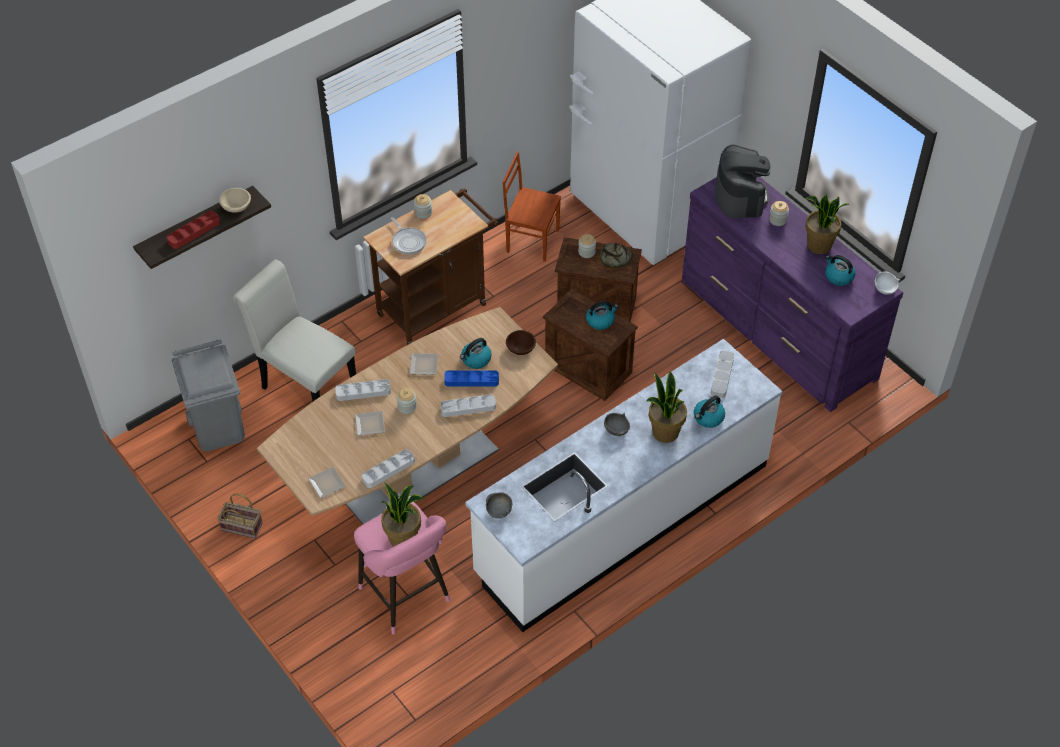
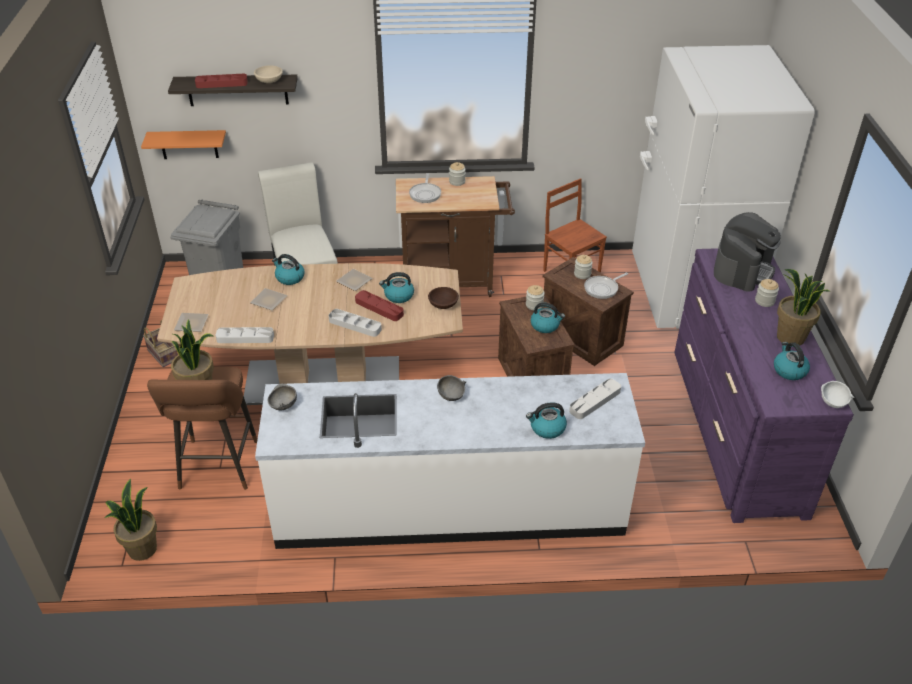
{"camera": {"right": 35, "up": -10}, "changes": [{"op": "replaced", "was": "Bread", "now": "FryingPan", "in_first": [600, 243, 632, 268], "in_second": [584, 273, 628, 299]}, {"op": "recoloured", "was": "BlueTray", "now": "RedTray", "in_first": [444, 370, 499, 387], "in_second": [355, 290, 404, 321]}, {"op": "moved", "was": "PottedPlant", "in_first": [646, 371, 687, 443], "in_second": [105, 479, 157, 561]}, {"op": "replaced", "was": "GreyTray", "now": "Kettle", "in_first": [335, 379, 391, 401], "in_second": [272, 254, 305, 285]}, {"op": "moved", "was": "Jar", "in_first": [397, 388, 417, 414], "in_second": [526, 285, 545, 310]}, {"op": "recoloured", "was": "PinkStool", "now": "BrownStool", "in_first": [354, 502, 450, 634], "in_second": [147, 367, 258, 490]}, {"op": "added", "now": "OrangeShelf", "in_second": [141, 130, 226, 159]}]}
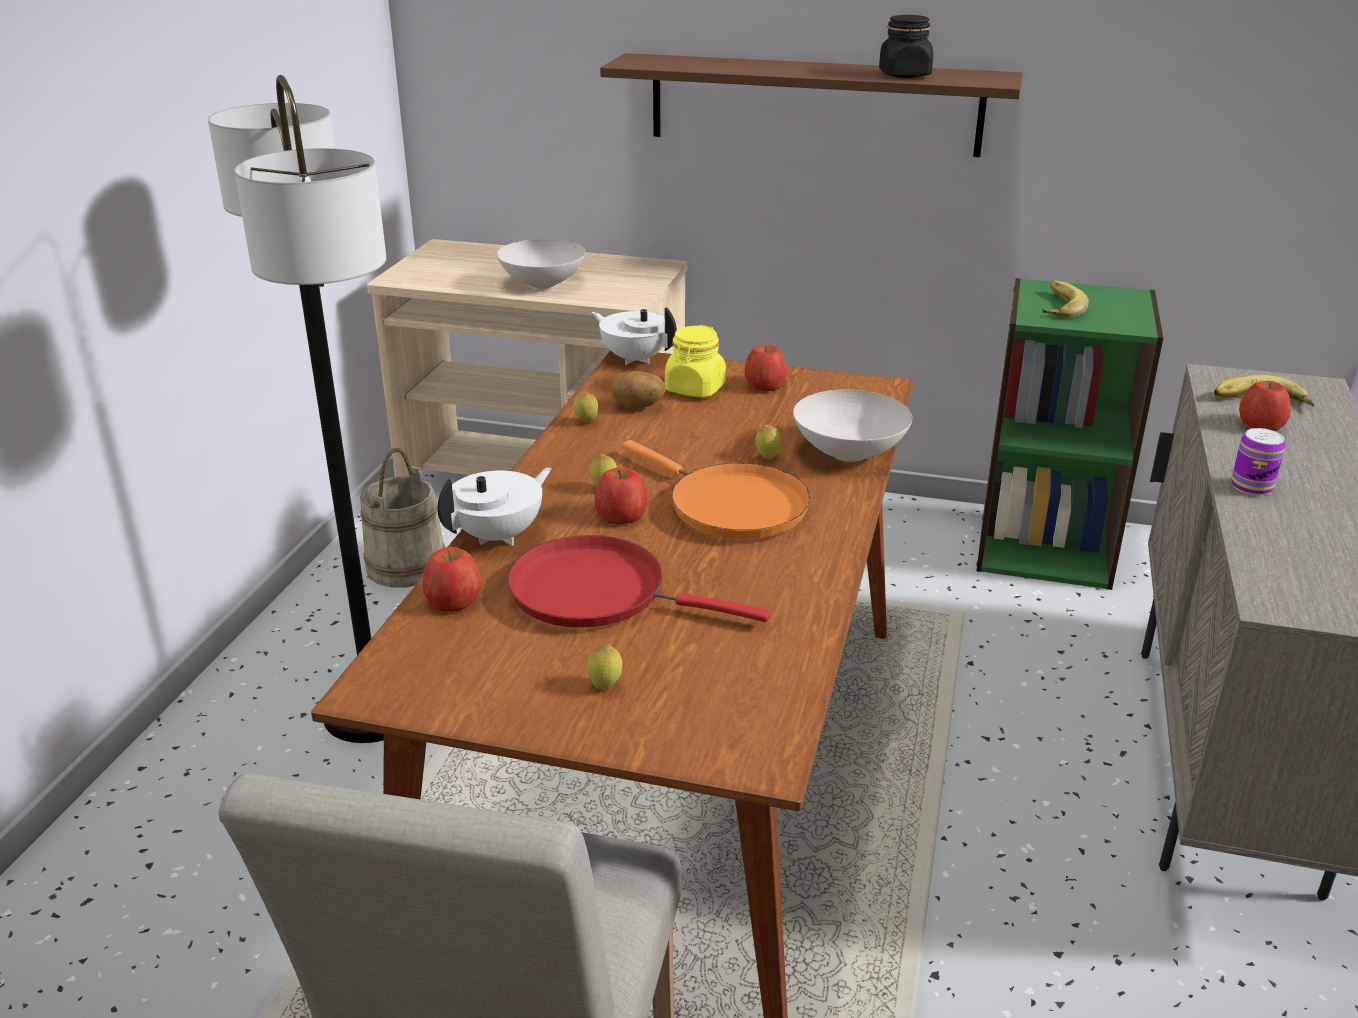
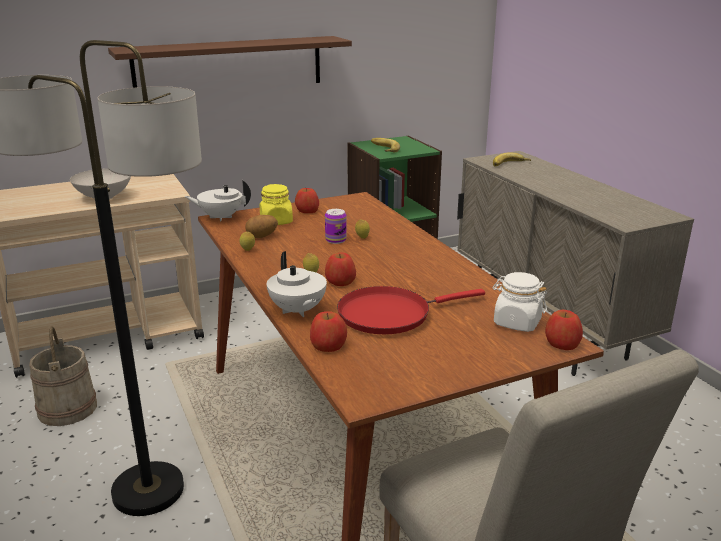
{"camera": {"right": -40, "up": -5}, "changes": [{"op": "removed", "was": "BlackJar", "in_first": [879, 15, 933, 78]}, {"op": "moved", "was": "Apple", "in_first": [1239, 381, 1291, 431], "in_second": [545, 310, 583, 350]}, {"op": "removed", "was": "WhiteBowl", "in_first": [793, 390, 912, 462]}, {"op": "moved", "was": "Can", "in_first": [1232, 428, 1285, 496], "in_second": [325, 209, 347, 244]}, {"op": "removed", "was": "OrangeFryingPan", "in_first": [622, 440, 810, 539]}, {"op": "turned", "was": "WhiteTeapot", "in_first": [437, 467, 552, 546], "in_second": [267, 251, 327, 317], "clockwise": 150}, {"op": "removed", "was": "Lemon", "in_first": [587, 644, 622, 689]}, {"op": "added", "now": "WhiteJar", "in_second": [492, 272, 547, 332]}]}
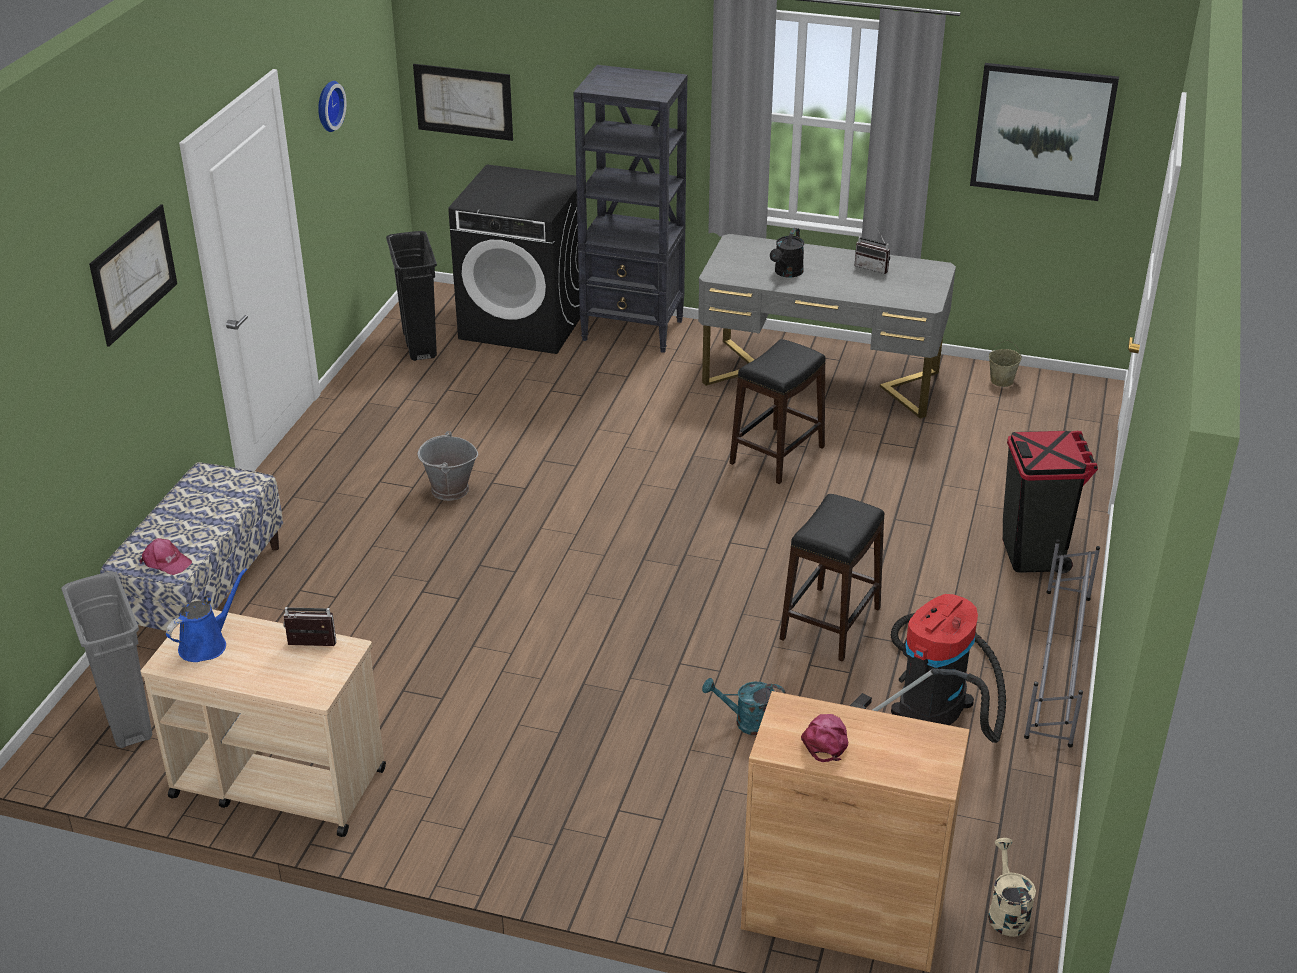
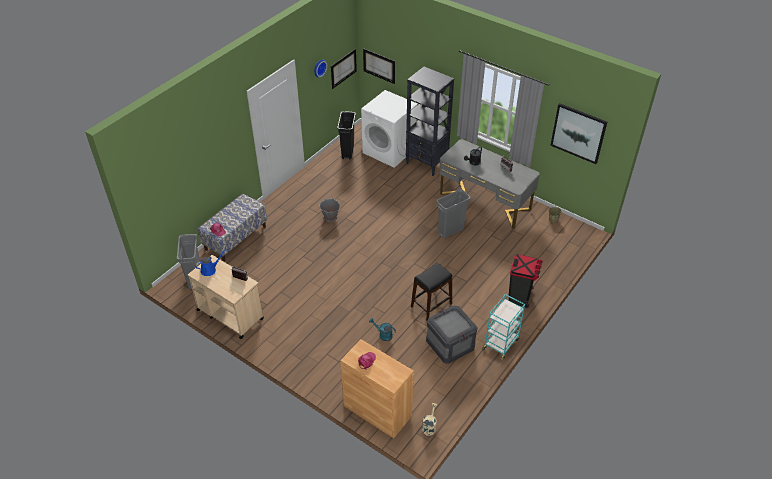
{"camera": {"right": 20, "up": 10}, "changes": [{"op": "recoloured", "was": "BlackWashingMachine", "now": "WhiteWashingMachine", "in_first": [448, 164, 580, 354], "in_second": [361, 90, 418, 168]}, {"op": "moved", "was": "Picture", "in_first": [89, 204, 177, 347], "in_second": [331, 49, 357, 89]}, {"op": "replaced", "was": "BlackStool", "now": "GreyTrashCan", "in_first": [730, 339, 826, 484], "in_second": [436, 189, 471, 239]}, {"op": "replaced", "was": "GreyShoeRack", "now": "TurquoiseCart", "in_first": [1024, 539, 1100, 748], "in_second": [482, 294, 525, 361]}, {"op": "replaced", "was": "VacuumCleaner", "now": "Crate", "in_first": [850, 594, 1006, 743], "in_second": [426, 305, 477, 364]}]}
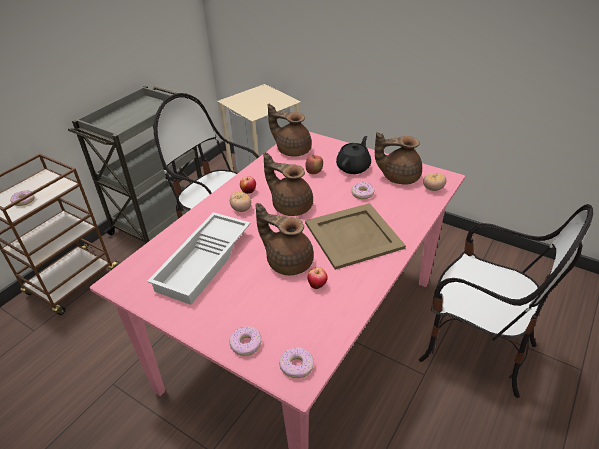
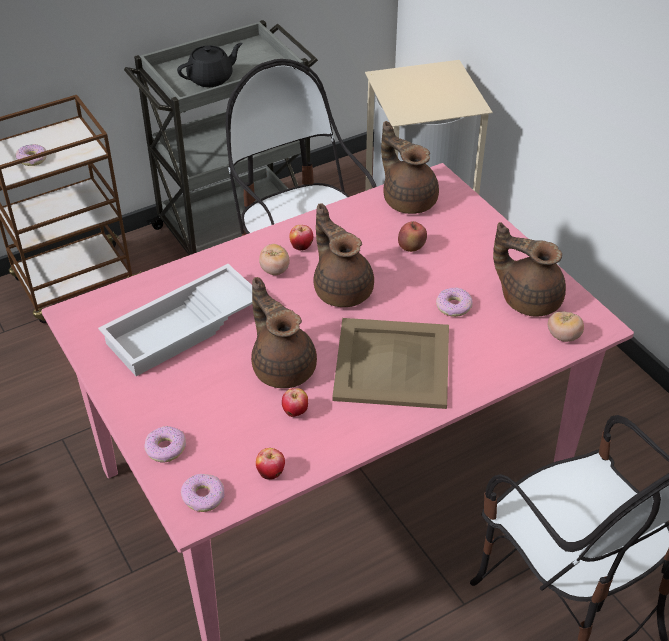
{"camera": {"right": 25, "up": 5}, "changes": [{"op": "moved", "was": "BlackTeapot", "in_first": [336, 136, 371, 174], "in_second": [177, 43, 243, 87]}, {"op": "added", "now": "Apple", "in_second": [256, 448, 285, 480]}]}
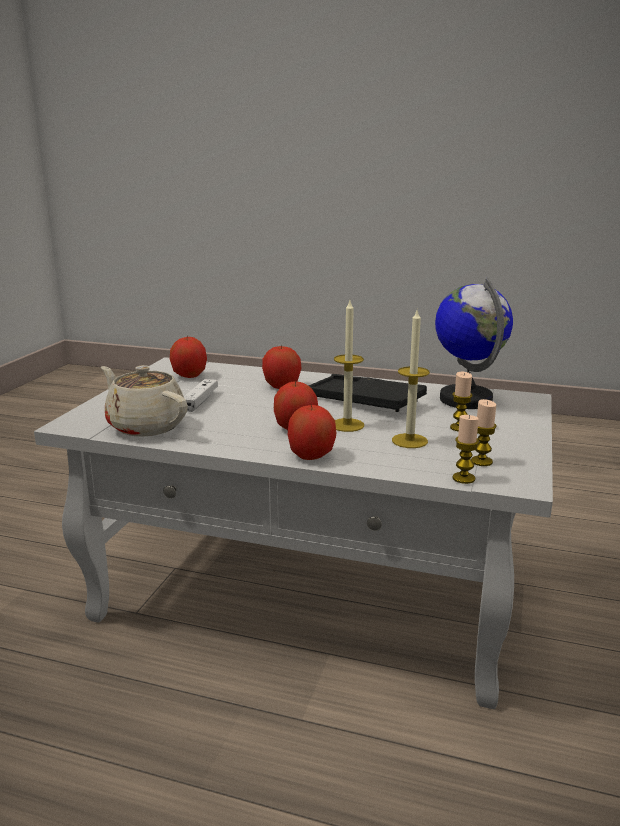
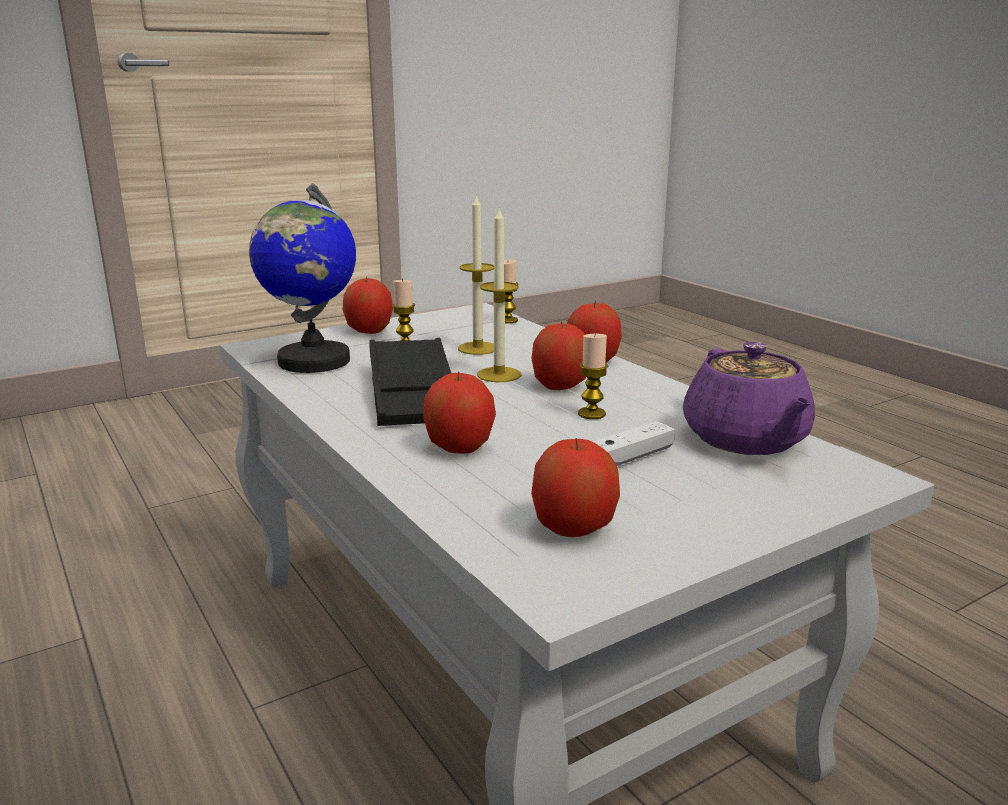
{"camera": {"right": -140, "up": 0}, "changes": [{"op": "recoloured", "was": "BeigeTeapot", "now": "PurpleTeapot", "in_first": [101, 365, 188, 437], "in_second": [683, 342, 815, 455]}, {"op": "moved", "was": "Candle", "in_first": [471, 399, 497, 466], "in_second": [578, 334, 608, 419]}, {"op": "added", "now": "Apple", "in_second": [343, 276, 393, 334]}]}
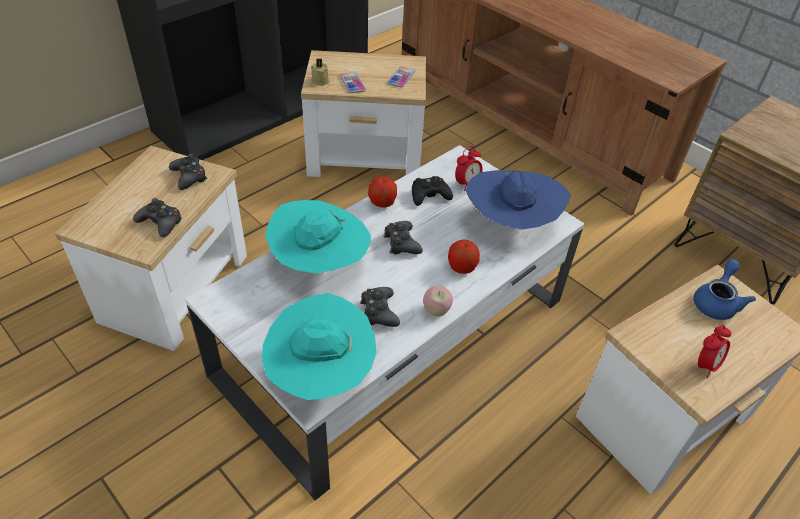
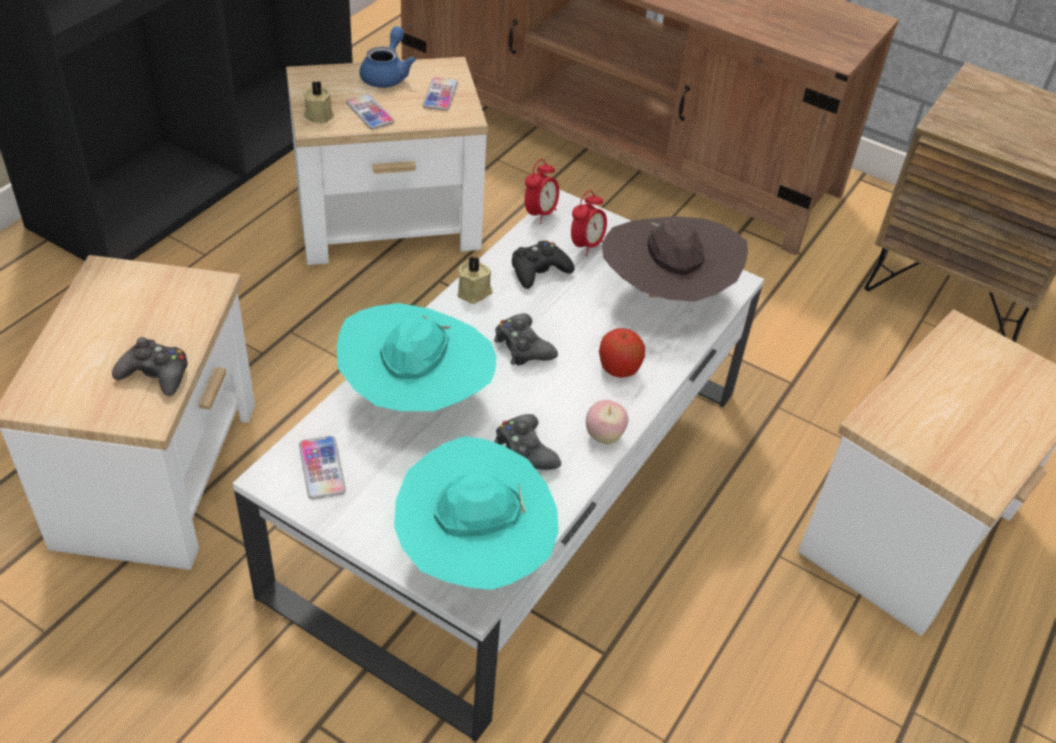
{"camera": {"right": -15, "up": 0}, "changes": [{"op": "removed", "was": "BlackGameController", "in_first": [169, 154, 207, 190]}, {"op": "recoloured", "was": "BlueHat", "now": "BrownHat", "in_first": [466, 170, 571, 230], "in_second": [602, 216, 748, 302]}, {"op": "replaced", "was": "Apple", "now": "BeigeCandle", "in_first": [368, 176, 397, 208], "in_second": [458, 256, 493, 304]}, {"op": "moved", "was": "BlueTeapot", "in_first": [694, 259, 756, 320], "in_second": [360, 26, 416, 88]}, {"op": "moved", "was": "AlarmClock", "in_first": [698, 324, 731, 378], "in_second": [525, 159, 559, 224]}, {"op": "added", "now": "Phone", "in_second": [299, 436, 346, 499]}]}
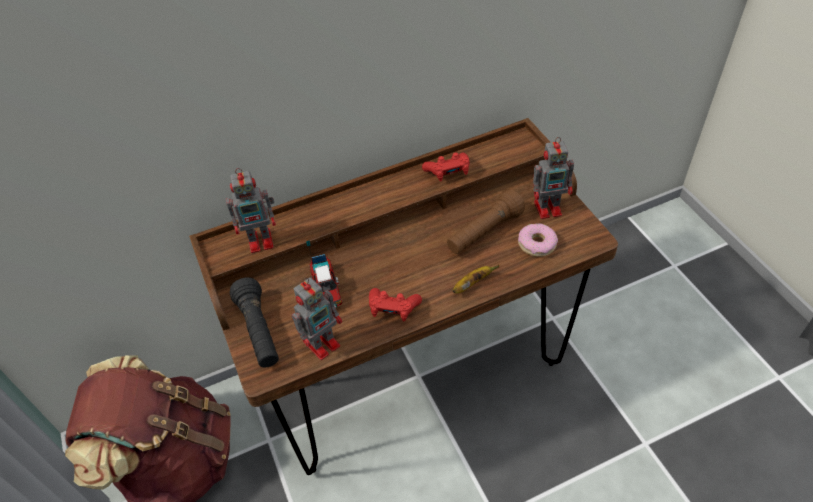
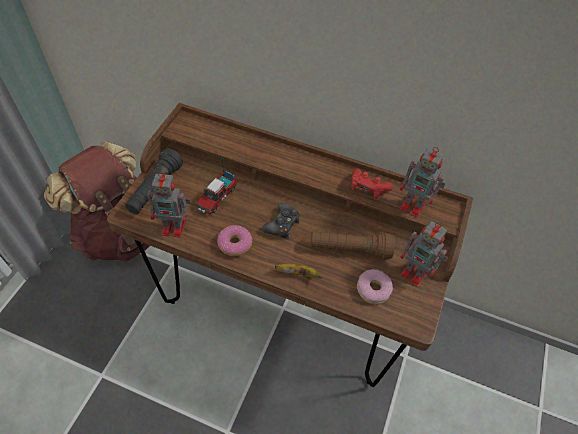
{"camera": {"right": 40, "up": 5}, "changes": [{"op": "moved", "was": "ToyRobot", "in_first": [226, 168, 276, 253], "in_second": [400, 147, 445, 217]}, {"op": "replaced", "was": "RedGameController", "now": "Donut", "in_first": [369, 288, 422, 322], "in_second": [217, 225, 252, 256]}, {"op": "added", "now": "BlackGameController", "in_second": [262, 203, 300, 238]}]}
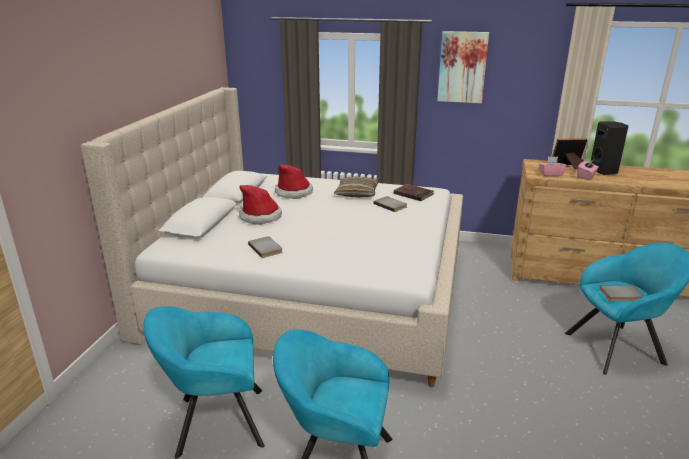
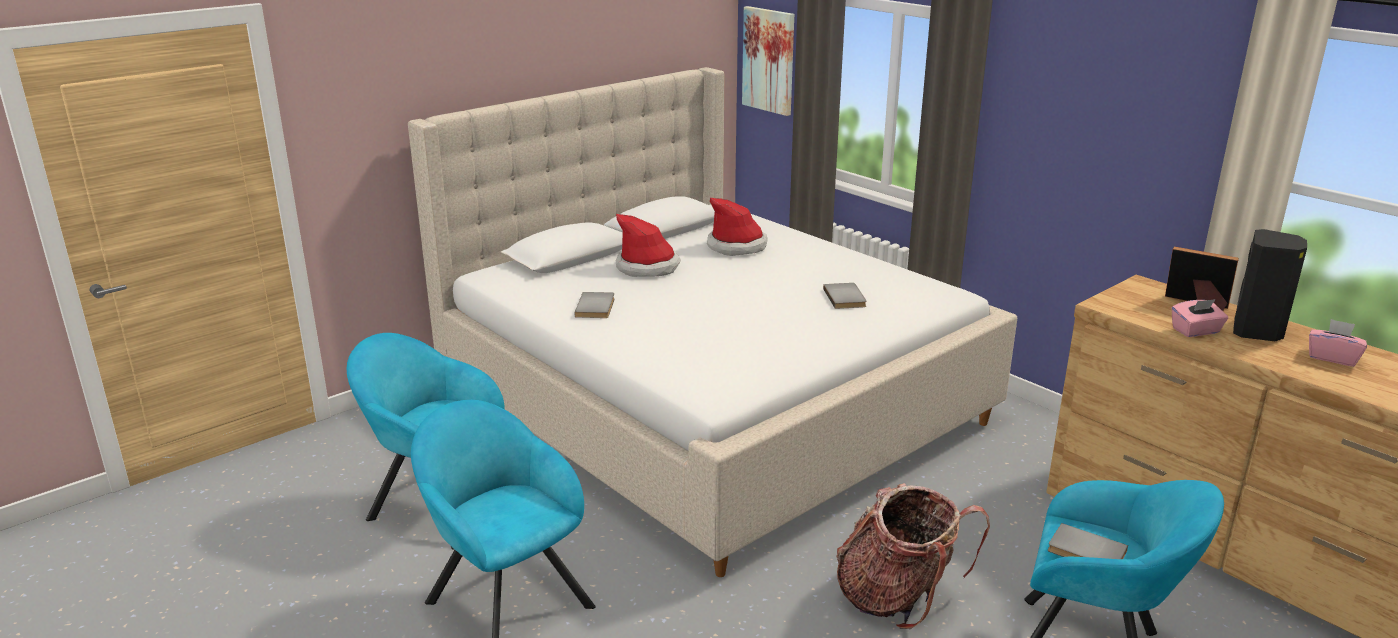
{"camera": {"right": 35, "up": 0}, "changes": [{"op": "moved", "was": "Picture", "in_first": [437, 31, 489, 103], "in_second": [742, 6, 794, 116]}, {"op": "moved", "was": "PinkTissueBox", "in_first": [539, 157, 567, 176], "in_second": [1309, 319, 1367, 367]}, {"op": "removed", "was": "Pillow", "in_first": [334, 177, 378, 198]}, {"op": "removed", "was": "BrownBook", "in_first": [394, 184, 434, 201]}, {"op": "added", "now": "Backpack", "in_second": [836, 483, 990, 629]}]}
